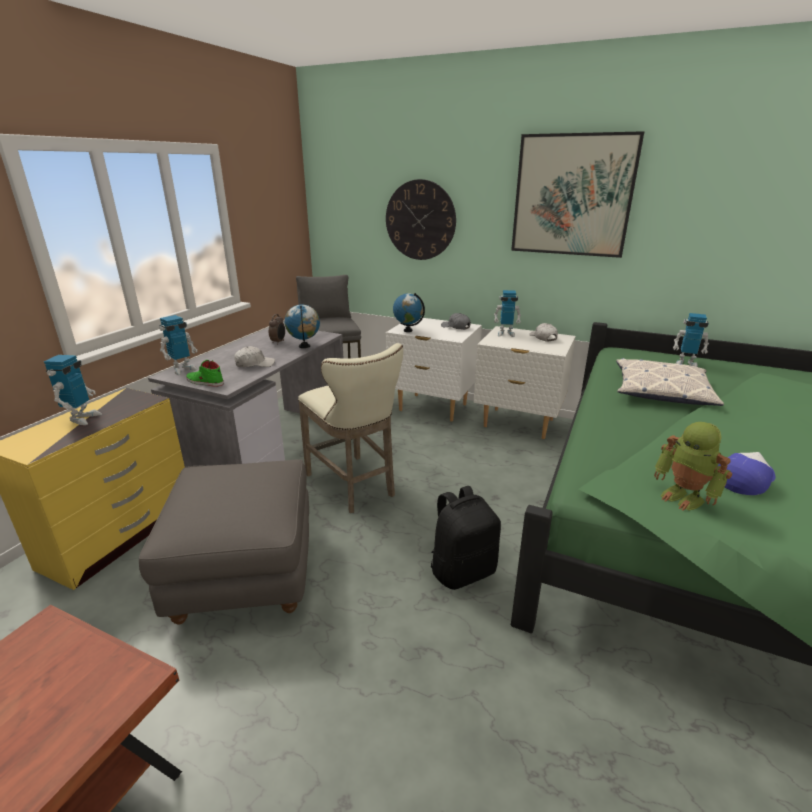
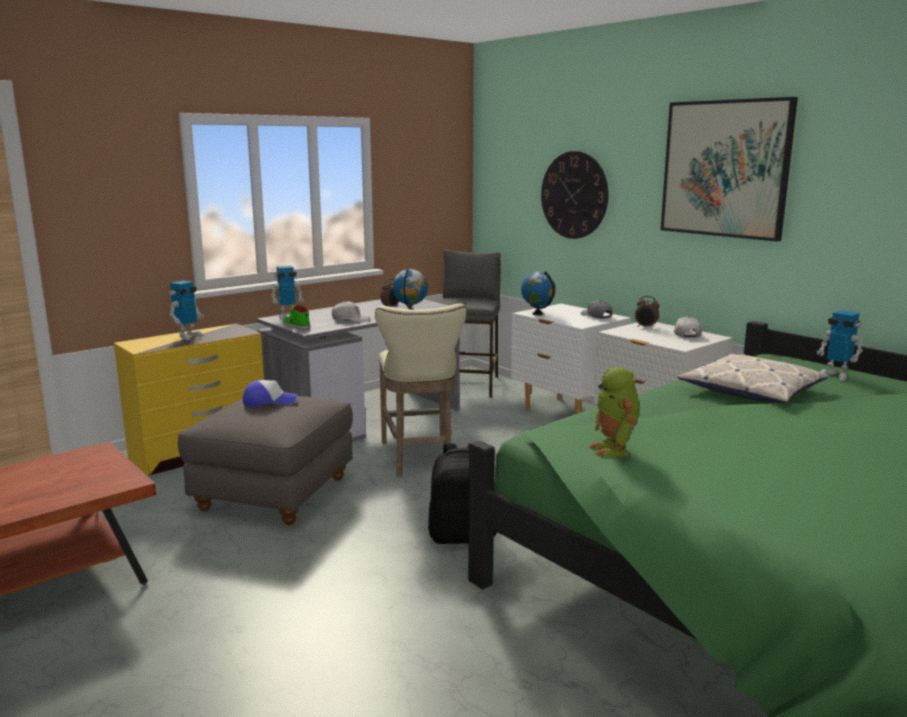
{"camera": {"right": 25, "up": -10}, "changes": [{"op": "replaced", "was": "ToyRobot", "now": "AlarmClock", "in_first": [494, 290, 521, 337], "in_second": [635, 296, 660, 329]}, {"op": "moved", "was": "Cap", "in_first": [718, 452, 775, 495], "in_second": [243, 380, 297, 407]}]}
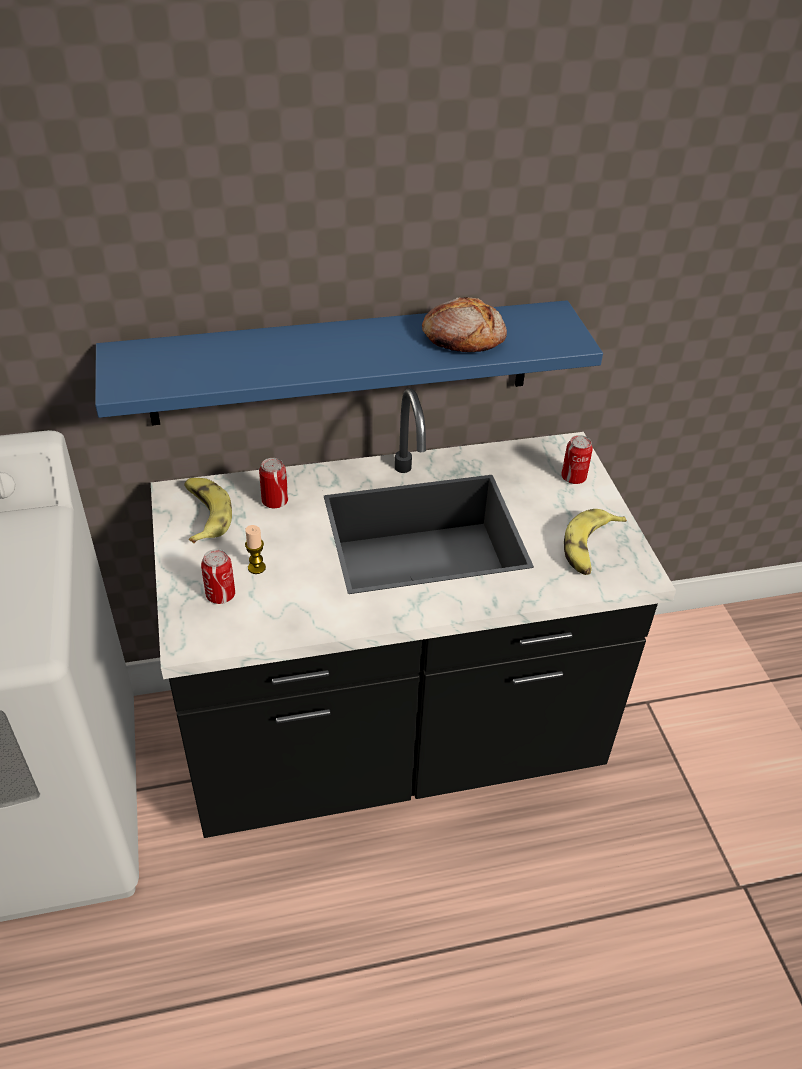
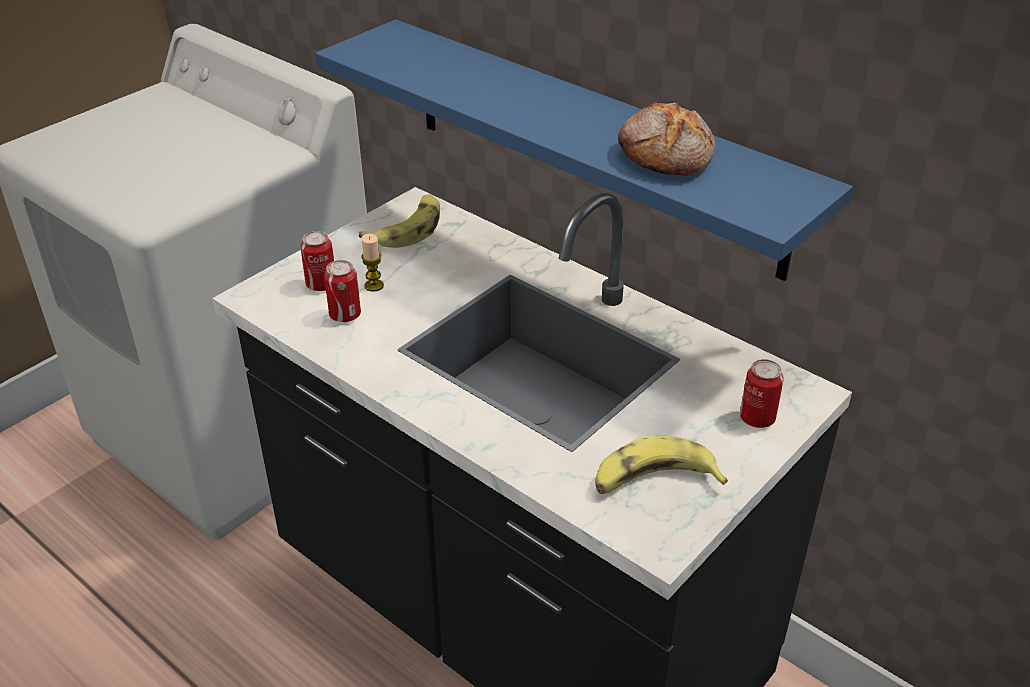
{"camera": {"right": 55, "up": -5}, "changes": [{"op": "moved", "was": "Can", "in_first": [259, 458, 288, 508], "in_second": [324, 260, 361, 322]}]}
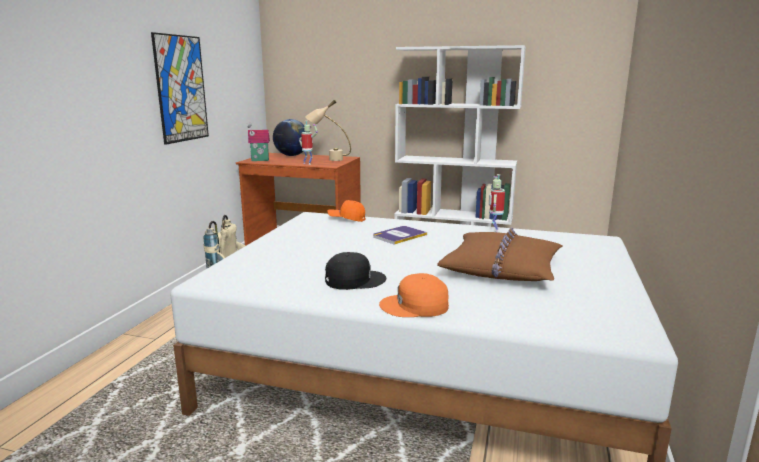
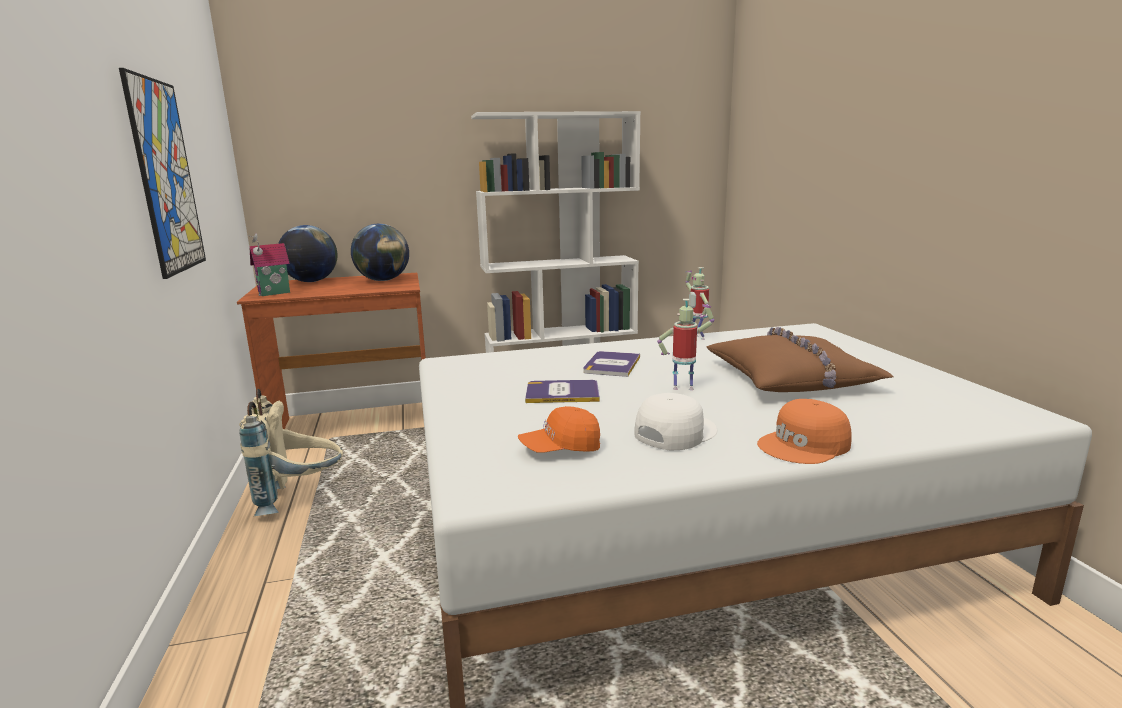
{"camera": {"right": -30, "up": 0}, "changes": [{"op": "replaced", "was": "BeigeTableLamp", "now": "Globe", "in_first": [305, 100, 351, 161], "in_second": [351, 224, 409, 281]}, {"op": "moved", "was": "ToyRobot", "in_first": [299, 121, 318, 165], "in_second": [657, 299, 714, 390]}, {"op": "moved", "was": "OrangeCap", "in_first": [327, 200, 365, 222], "in_second": [518, 406, 600, 453]}, {"op": "recoloured", "was": "BlackCap", "now": "WhiteCap", "in_first": [325, 252, 387, 290], "in_second": [635, 393, 718, 451]}, {"op": "added", "now": "Book", "in_second": [525, 380, 600, 403]}]}
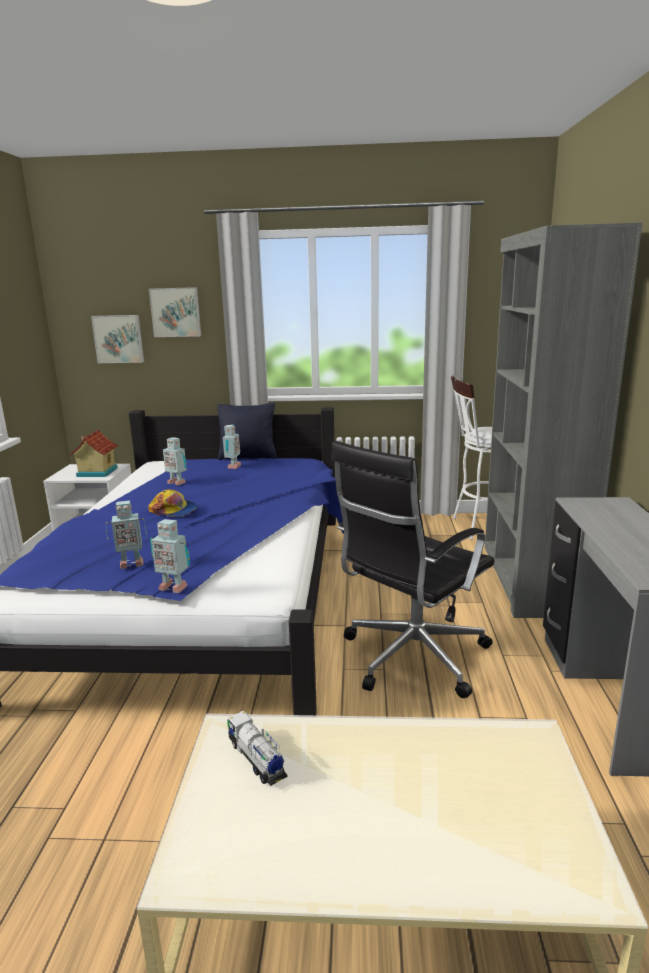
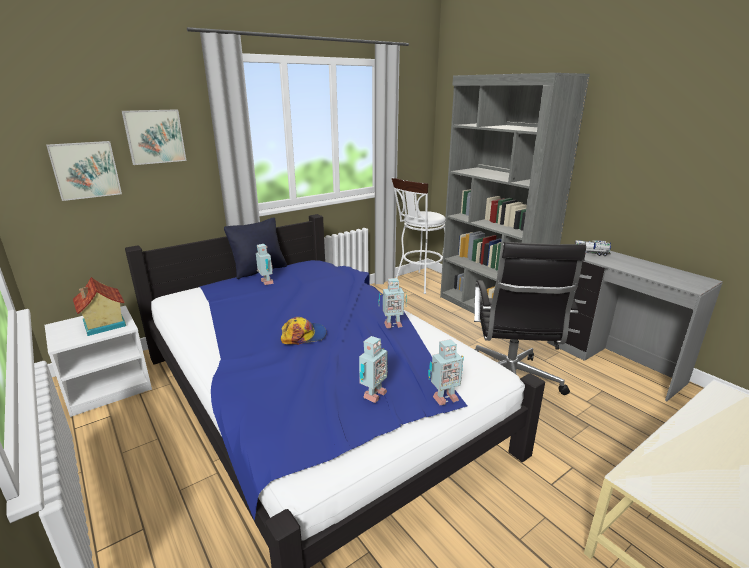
{"camera": {"right": -40, "up": 5}, "changes": [{"op": "moved", "was": "ToyRobot", "in_first": [163, 437, 187, 486], "in_second": [378, 278, 407, 328]}, {"op": "moved", "was": "ToyTruck", "in_first": [227, 711, 288, 786], "in_second": [575, 240, 611, 256]}]}
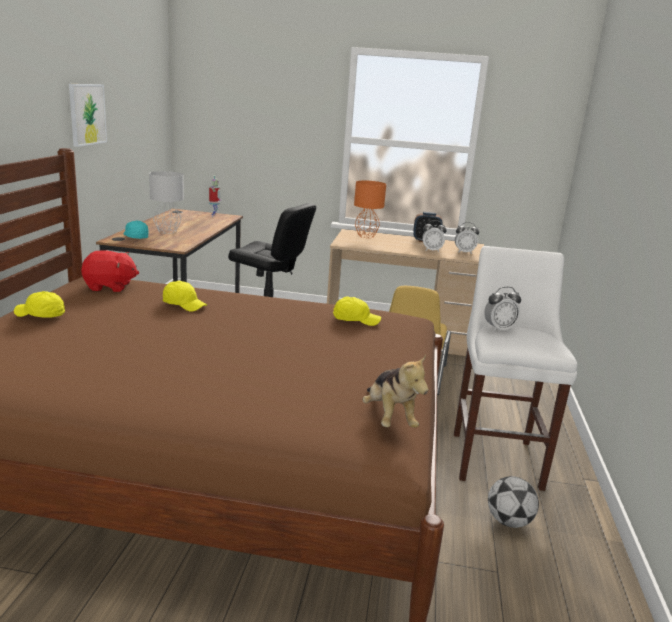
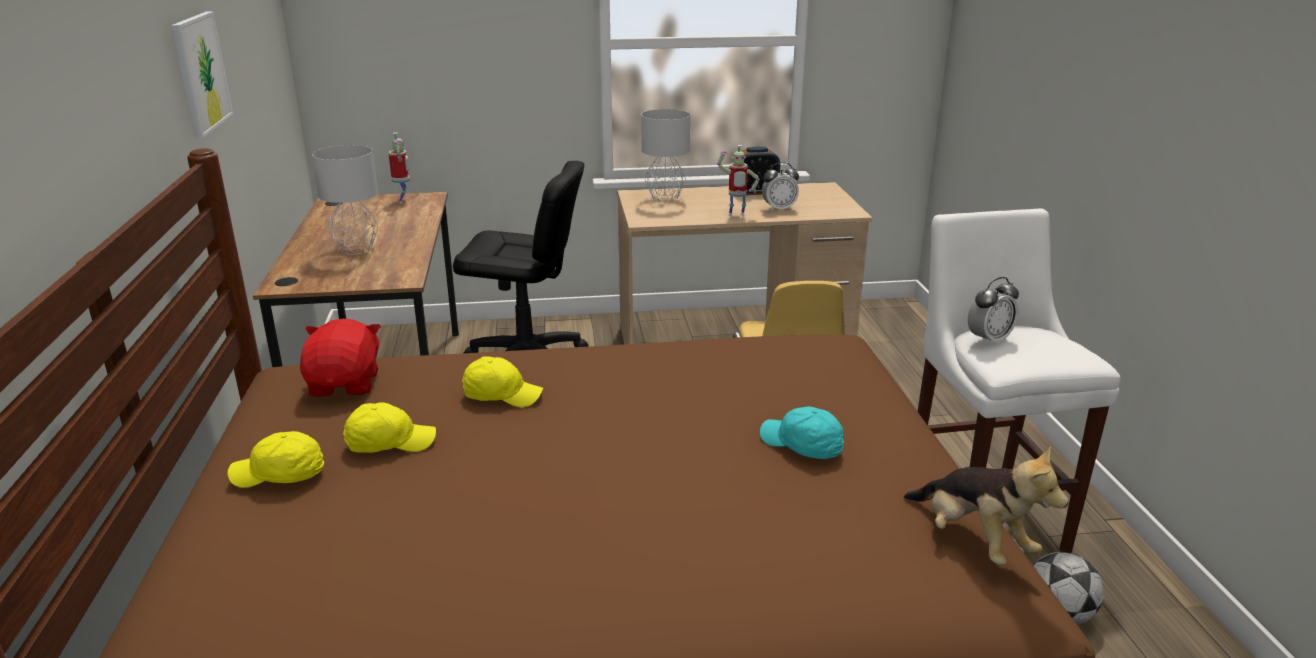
{"camera": {"right": -15, "up": 5}, "changes": [{"op": "recoloured", "was": "OrangeTableLamp", "now": "GreyTableLamp", "in_first": [354, 181, 386, 238], "in_second": [641, 109, 690, 202]}, {"op": "moved", "was": "TurquoiseCap", "in_first": [124, 220, 148, 239], "in_second": [760, 406, 844, 459]}, {"op": "removed", "was": "AlarmClock", "in_first": [455, 222, 479, 254]}, {"op": "turned", "was": "RedPlushToy", "in_first": [81, 250, 139, 292], "in_second": [300, 319, 381, 397], "clockwise": -75}, {"op": "moved", "was": "YellowCap", "in_first": [333, 296, 381, 326], "in_second": [343, 402, 436, 453]}, {"op": "added", "now": "ToyRobot", "in_second": [717, 145, 760, 216]}]}
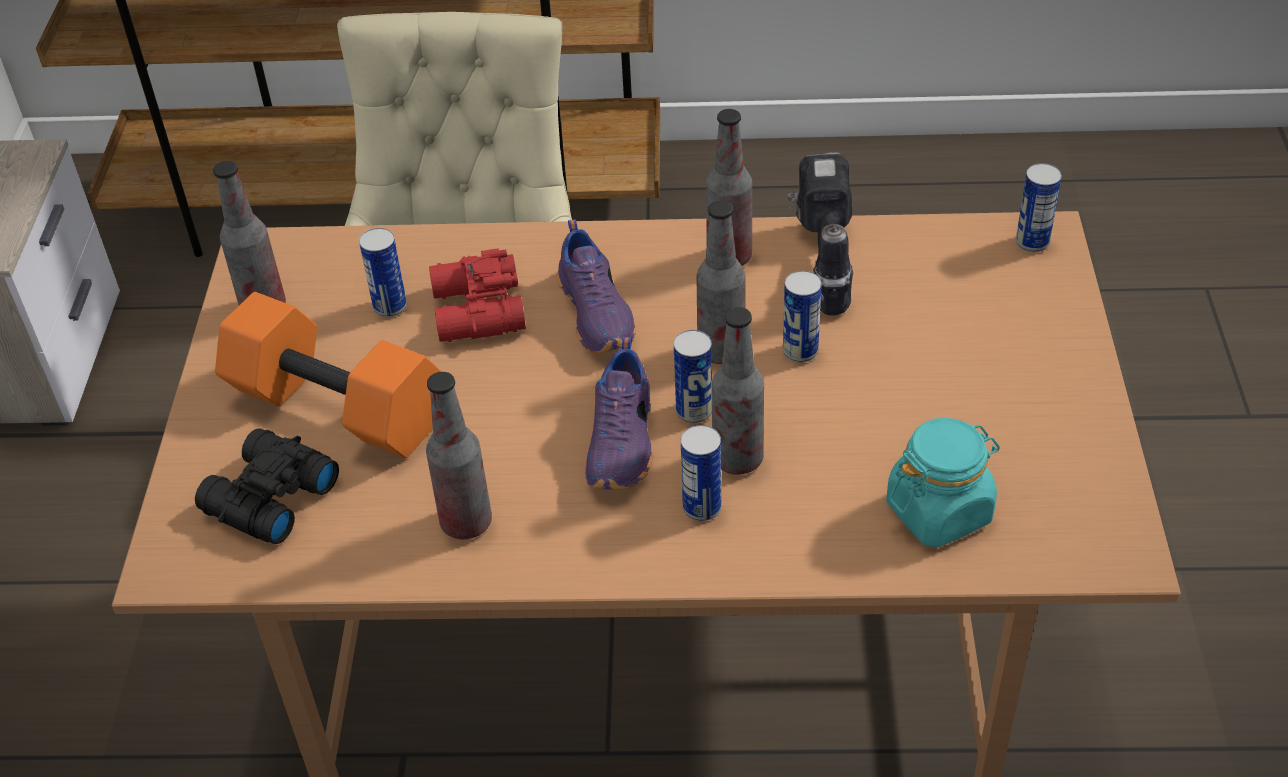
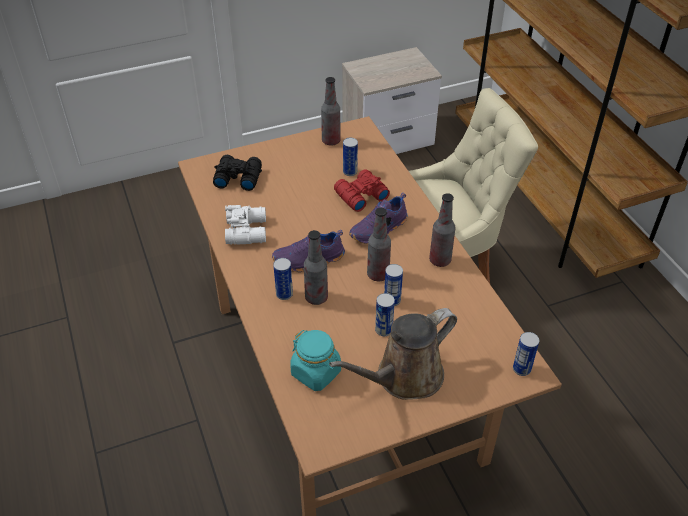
{"camera": {"right": 65, "up": 0}, "changes": [{"op": "removed", "was": "PowerDrill", "in_first": [787, 152, 853, 316]}, {"op": "removed", "was": "OrangeDumbbell", "in_first": [215, 292, 442, 458]}, {"op": "moved", "was": "Can", "in_first": [674, 330, 712, 423], "in_second": [375, 293, 395, 336]}, {"op": "replaced", "was": "Bottle", "now": "WhiteBinoculars", "in_first": [426, 372, 492, 539], "in_second": [225, 205, 266, 245]}, {"op": "added", "now": "BrownWateringCan", "in_second": [329, 308, 457, 400]}]}
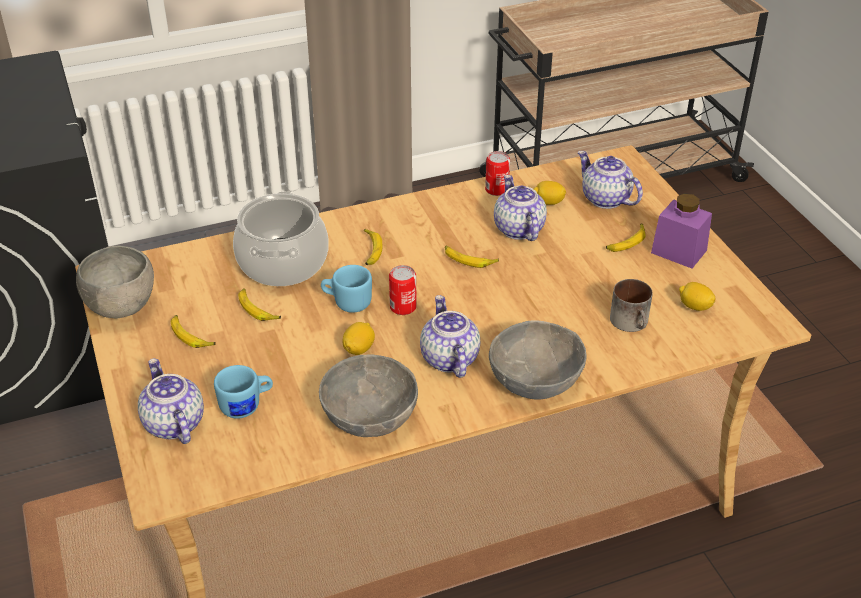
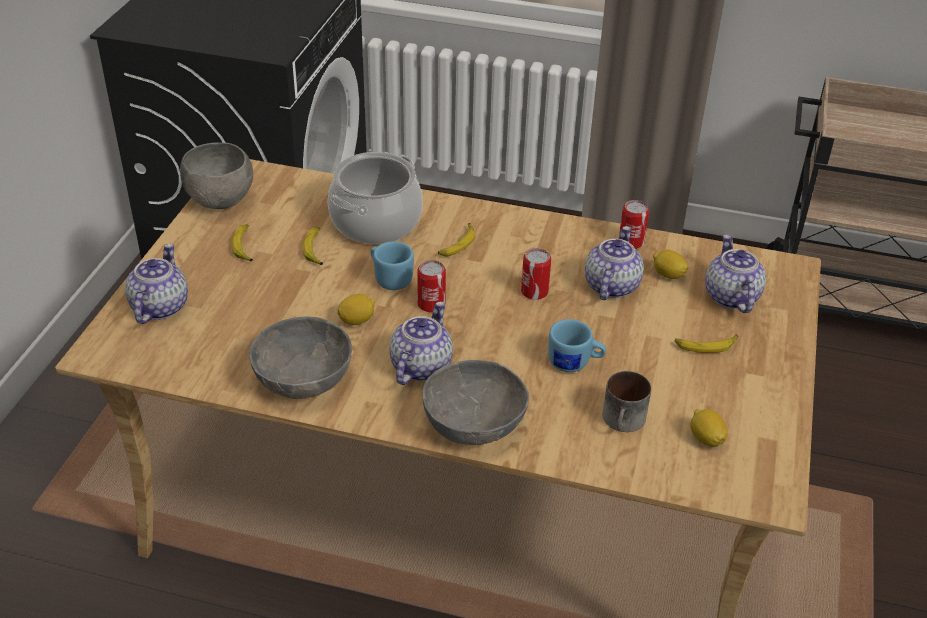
{"camera": {"right": 35, "up": 0}, "changes": [{"op": "removed", "was": "PurpleJar", "in_first": [651, 194, 712, 269]}, {"op": "replaced", "was": "Banana", "now": "Can", "in_first": [445, 246, 499, 268], "in_second": [521, 248, 551, 300]}, {"op": "moved", "was": "BlueMug", "in_first": [214, 365, 273, 418], "in_second": [548, 319, 606, 372]}]}
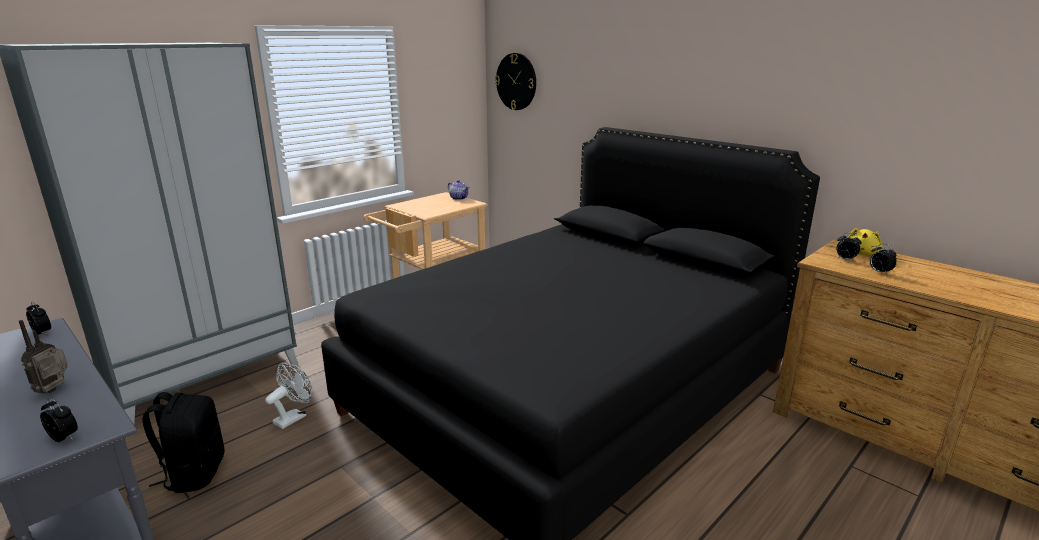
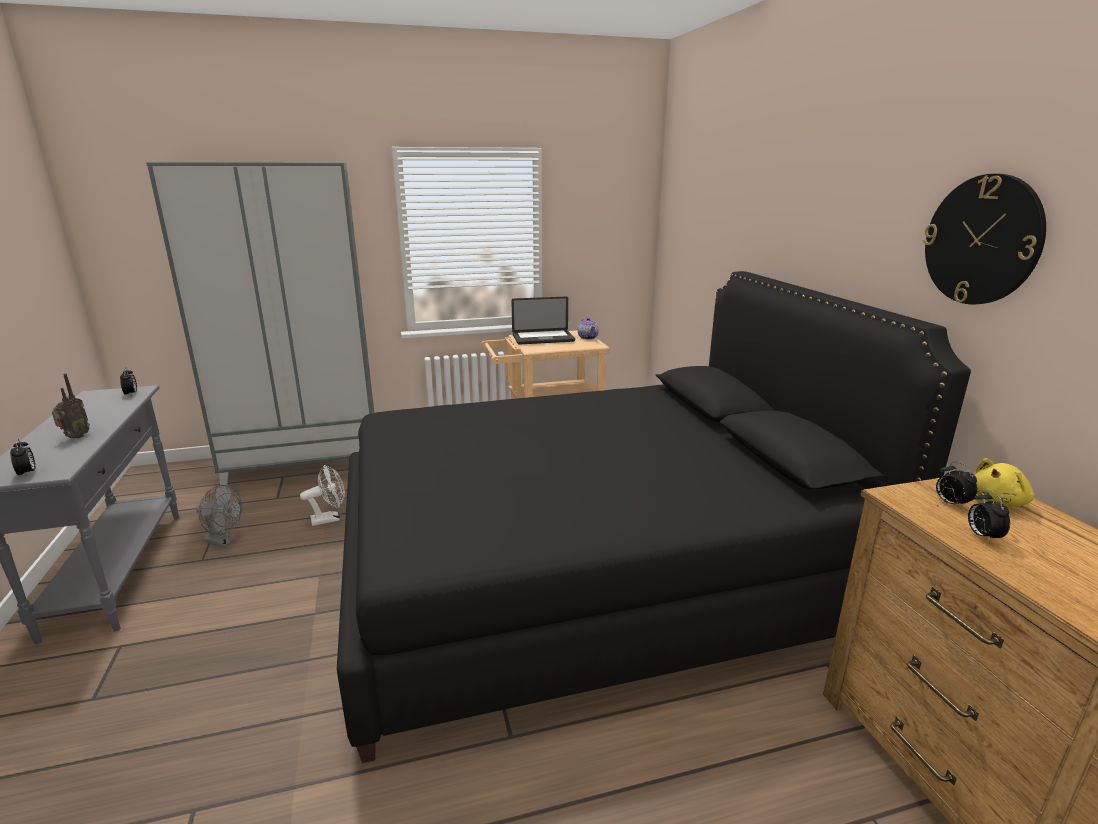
{"camera": {"right": 30, "up": 0}, "changes": [{"op": "moved", "was": "WallClock", "in_first": [495, 53, 536, 110], "in_second": [923, 174, 1046, 304]}, {"op": "turned", "was": "Radio", "in_first": [19, 320, 68, 394], "in_second": [52, 374, 90, 439], "clockwise": 150}, {"op": "replaced", "was": "BlackBackpack", "now": "GreyFan", "in_first": [143, 392, 224, 493], "in_second": [196, 485, 242, 547]}, {"op": "added", "now": "Laptop", "in_second": [511, 297, 575, 344]}]}
